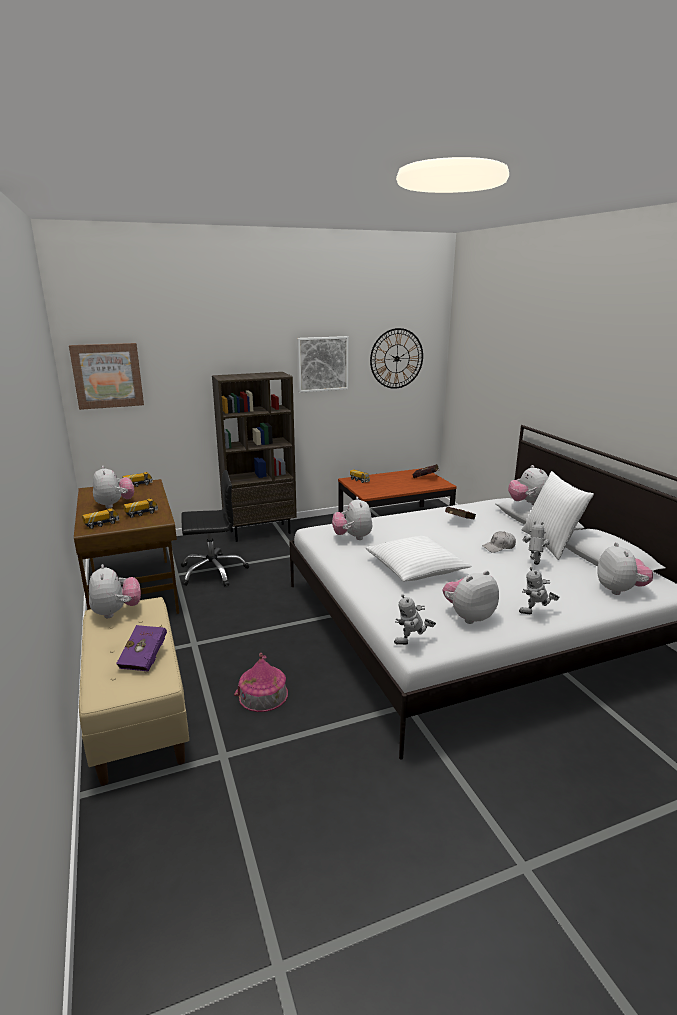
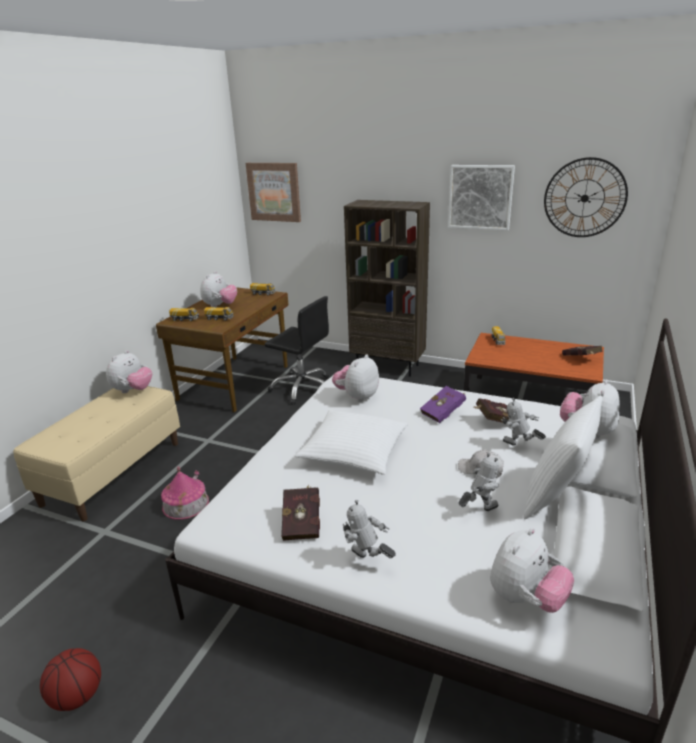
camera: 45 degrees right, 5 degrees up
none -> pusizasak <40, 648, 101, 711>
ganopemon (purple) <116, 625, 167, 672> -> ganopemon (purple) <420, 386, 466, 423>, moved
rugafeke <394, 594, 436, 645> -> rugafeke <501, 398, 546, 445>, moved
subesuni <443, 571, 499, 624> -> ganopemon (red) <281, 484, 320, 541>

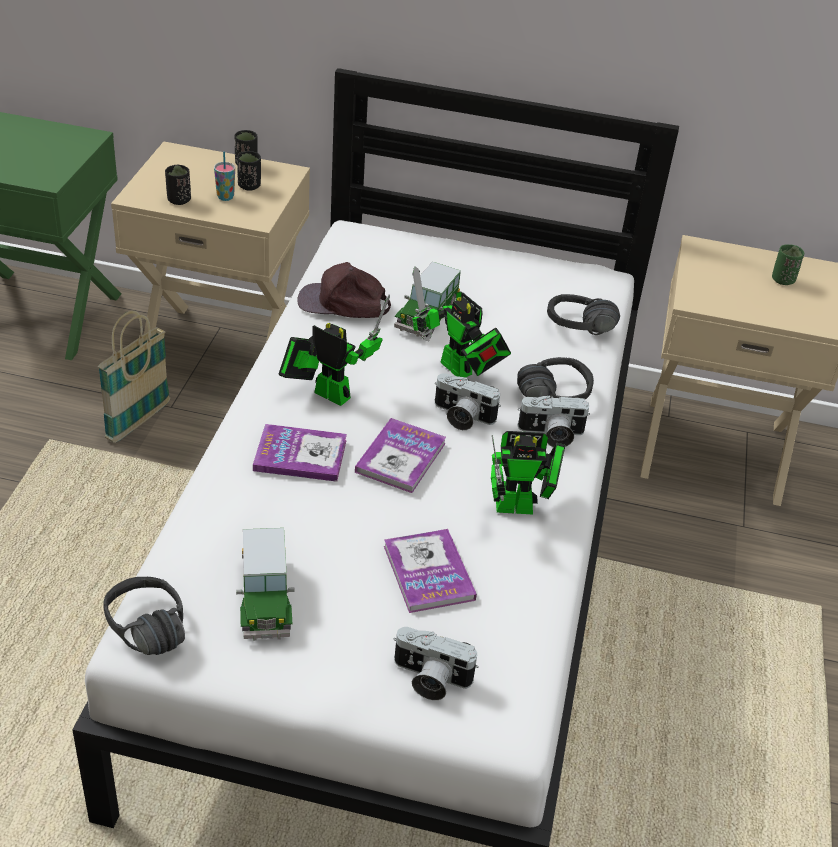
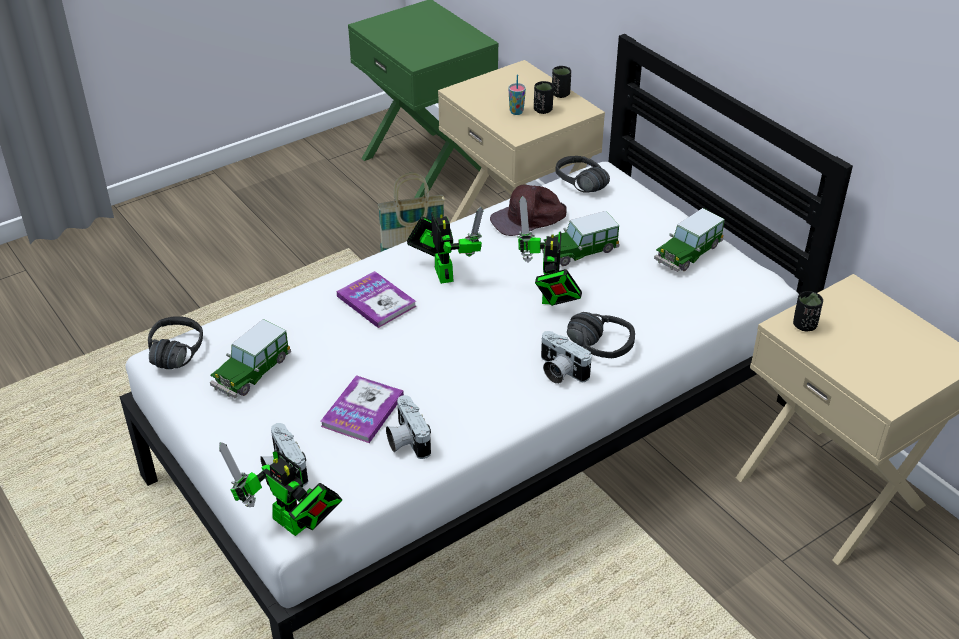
camera: 45 degrees right, 0 degrees up
ganopemon <355, 418, 446, 493> -> none
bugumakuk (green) <772, 244, 804, 285> -> none
none -> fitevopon <654, 208, 725, 272>
bugumakuk (black) <165, 165, 191, 205> -> bugumakuk (black) <793, 291, 823, 331>, moved
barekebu <435, 373, 501, 430> -> barekebu <386, 395, 431, 459>, moved
rugafeke <491, 431, 565, 514> -> rugafeke <219, 442, 342, 536>, moved
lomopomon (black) <547, 294, 620, 335> -> lomopomon (black) <555, 156, 610, 193>, moved
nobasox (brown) <297, 262, 391, 318> -> nobasox (brown) <490, 185, 567, 236>, 75 degrees counterclockwise

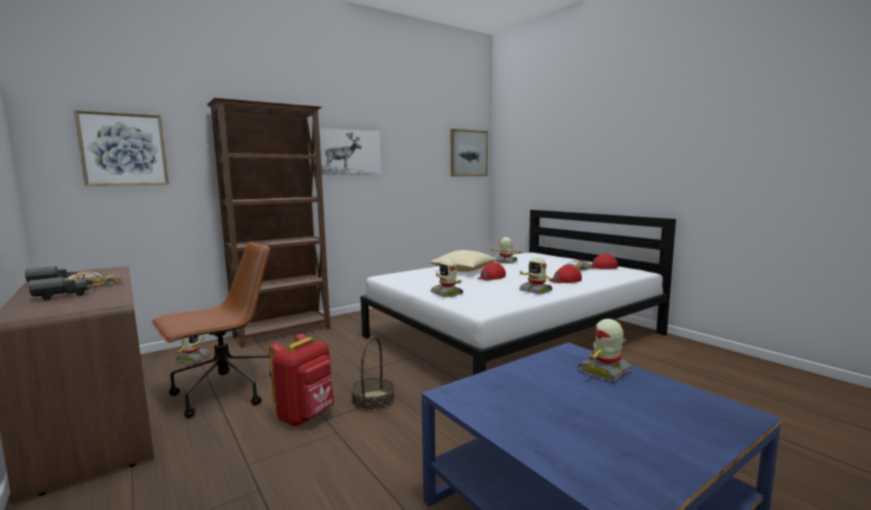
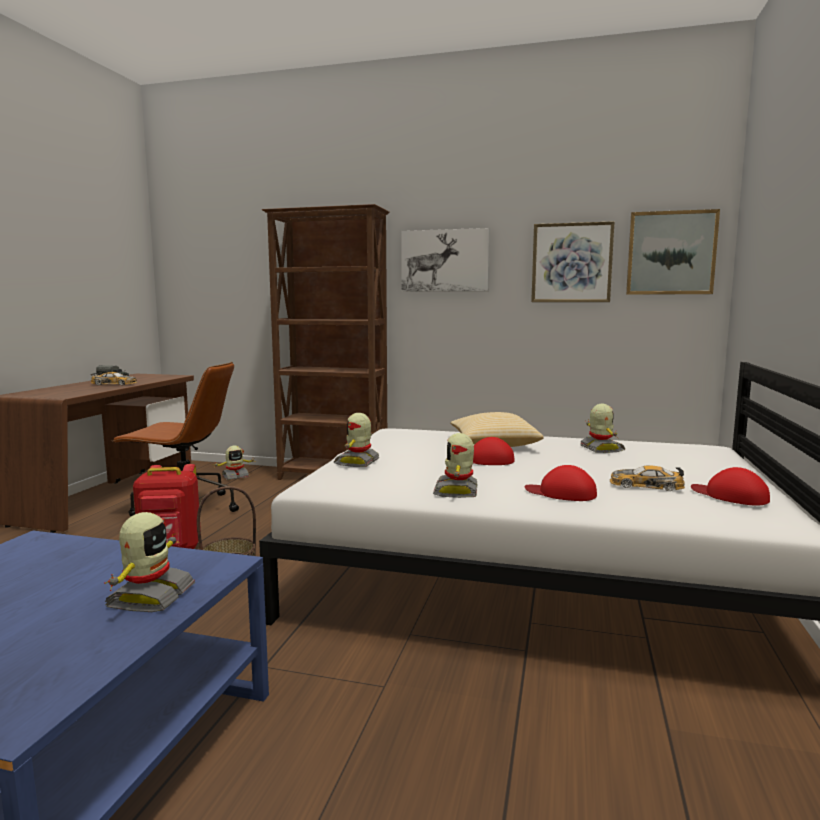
camera: 50 degrees right, 0 degrees up
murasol <29, 277, 89, 300> -> none
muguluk <74, 110, 169, 186> -> muguluk <531, 221, 614, 302>, moved
rugafeke <577, 319, 632, 382> -> rugafeke <104, 512, 195, 612>, 90 degrees clockwise

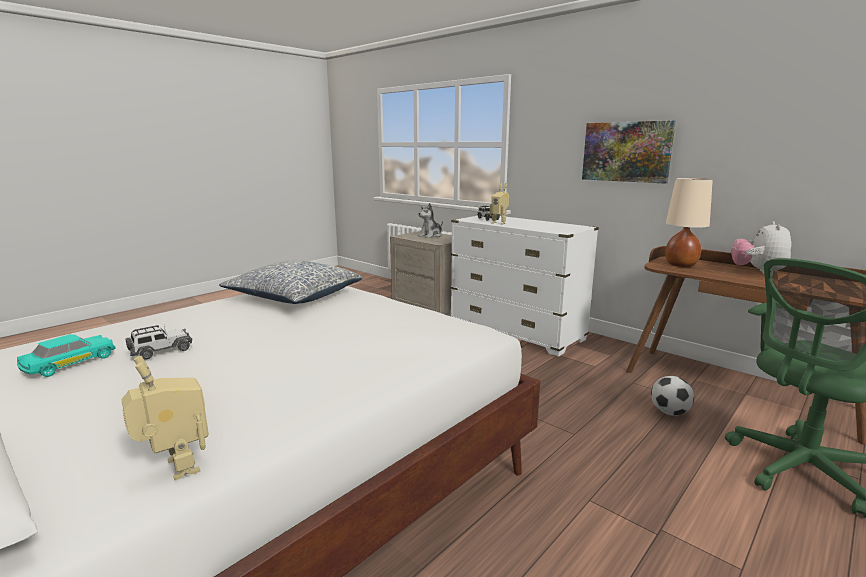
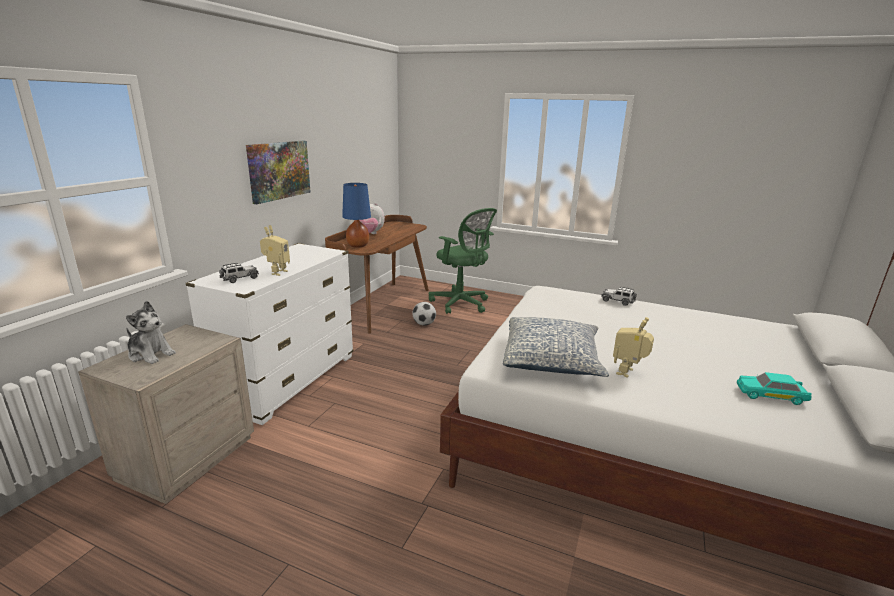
camera: 110 degrees left, 5 degrees up
rugafeke <121, 356, 209, 480> -> rugafeke <613, 317, 654, 378>, moved
fitevopon <126, 325, 192, 360> -> fitevopon <601, 287, 637, 306>, moved
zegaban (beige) <665, 178, 713, 267> -> zegaban (blue) <342, 183, 371, 248>

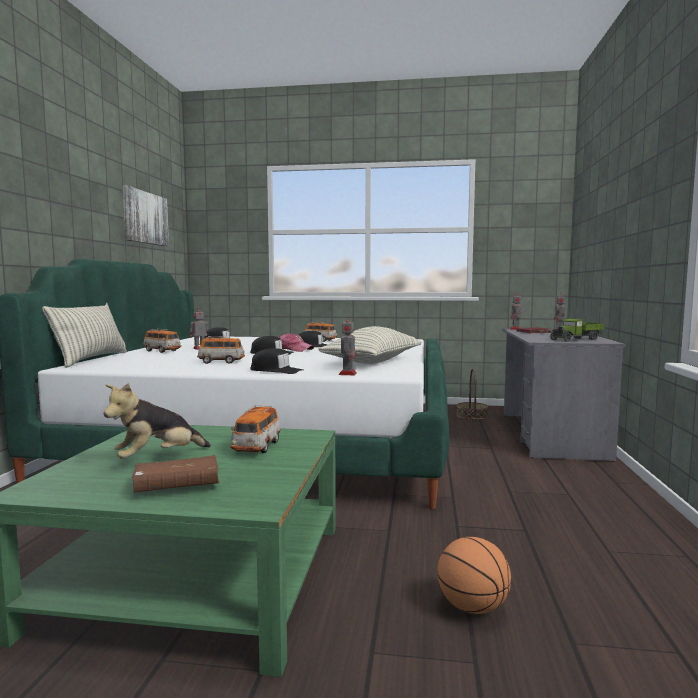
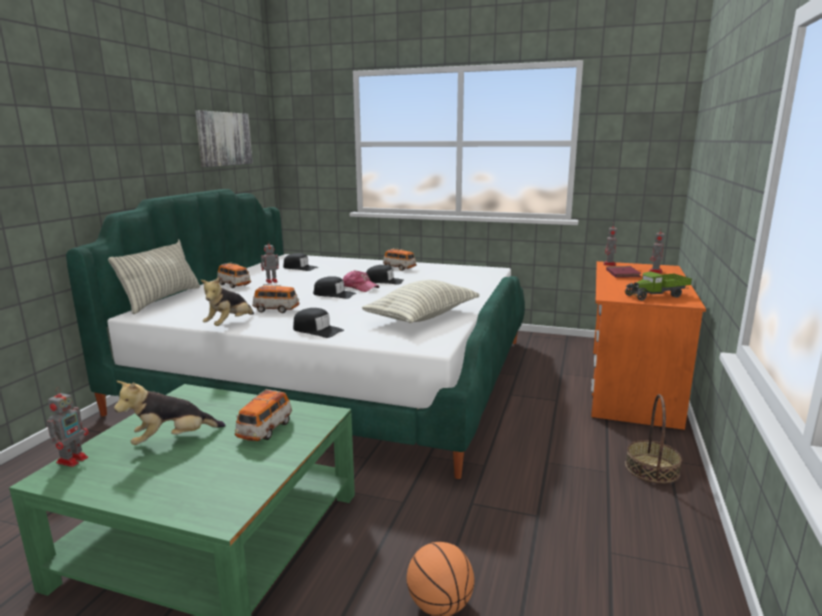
camera: 10 degrees right, 10 degrees up
ganopemon (brown) <132, 455, 219, 493> -> none
none -> subesuni <201, 277, 254, 326>
rugafeke <339, 316, 357, 375> -> rugafeke <47, 387, 89, 467>, moved
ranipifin <456, 368, 488, 420> -> ranipifin <625, 394, 682, 484>, moved
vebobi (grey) <502, 329, 626, 462> -> vebobi (orange) <591, 261, 706, 430>

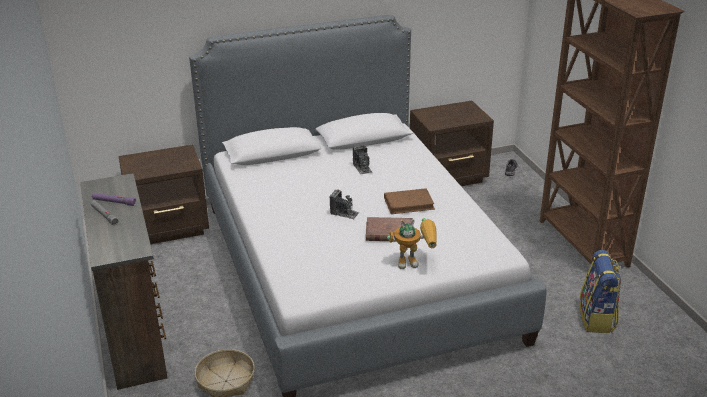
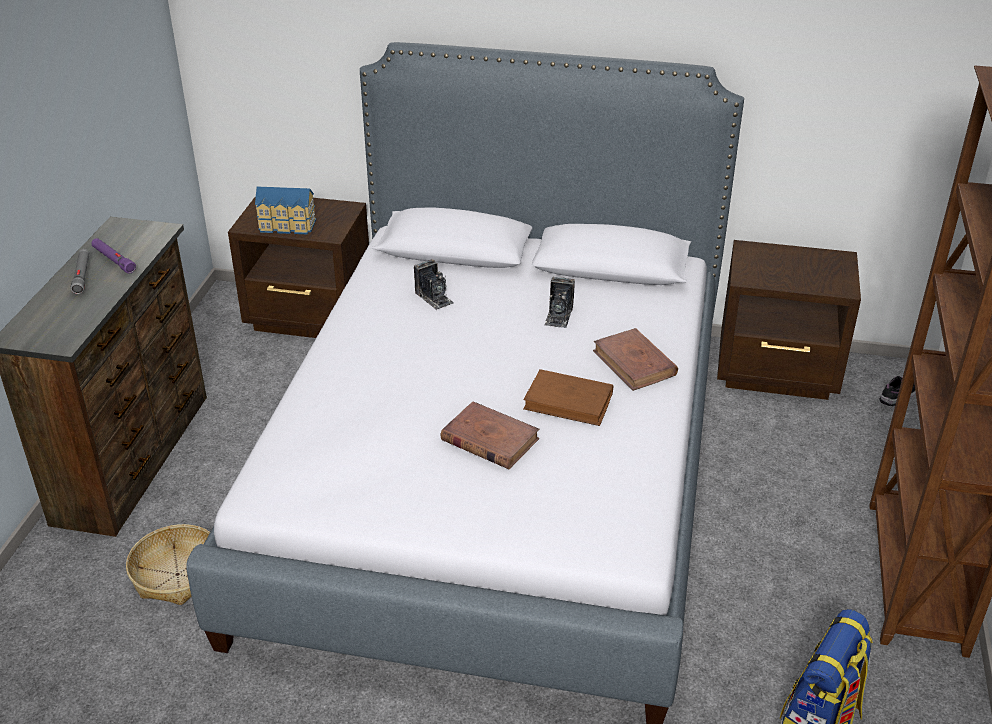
camera: 30 degrees right, 5 degrees up
rugafeke <387, 218, 437, 269> -> none
none -> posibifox <255, 187, 316, 234>
none -> ganopemon (brown) <593, 328, 678, 391>
barekebu <330, 189, 359, 219> -> barekebu <414, 259, 454, 310>, moved

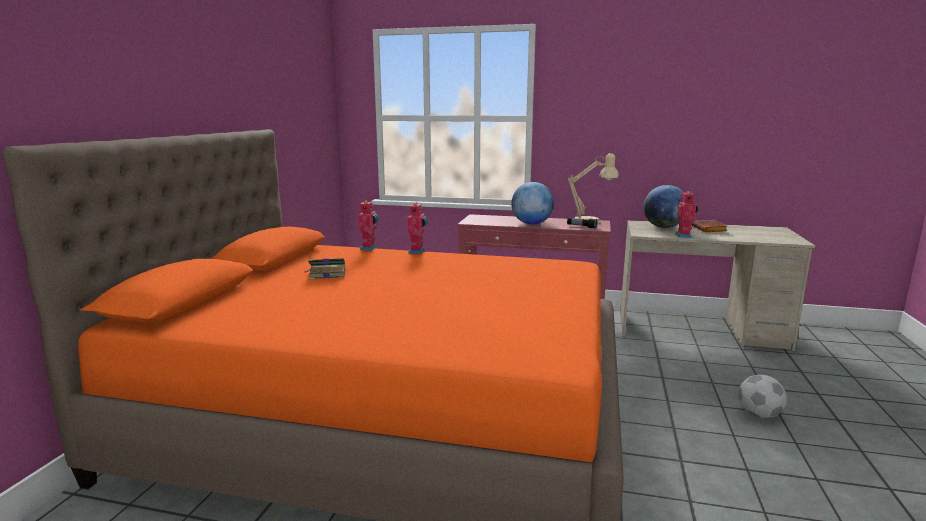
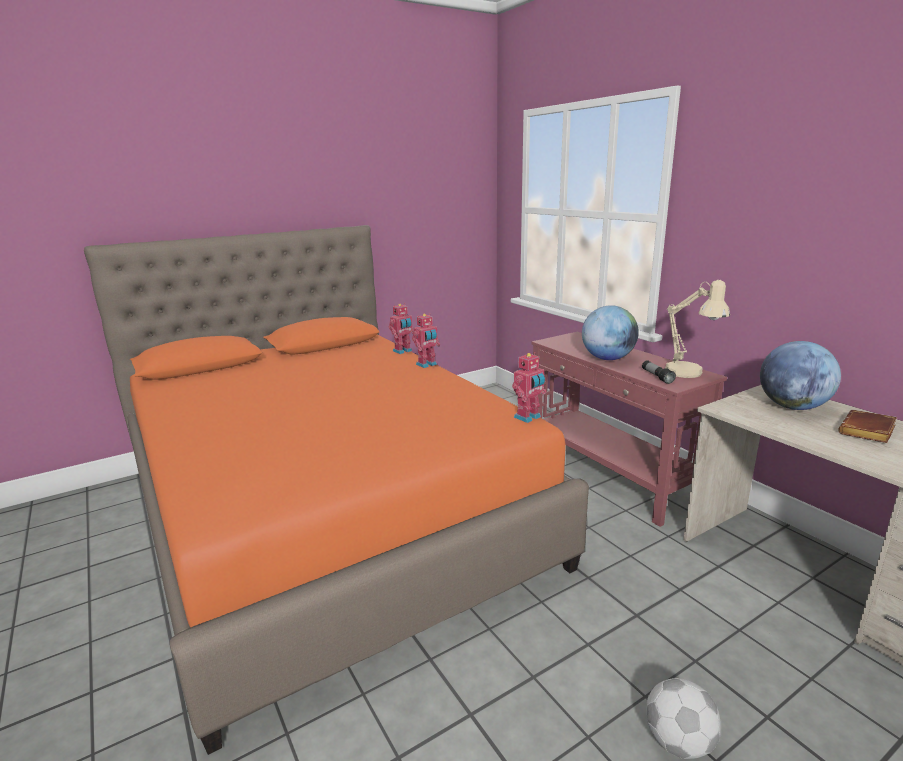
camera: 45 degrees right, 5 degrees up
ganopemon <306, 258, 345, 279> -> none
rugafeke <675, 191, 698, 238> -> rugafeke <512, 352, 546, 423>, moved

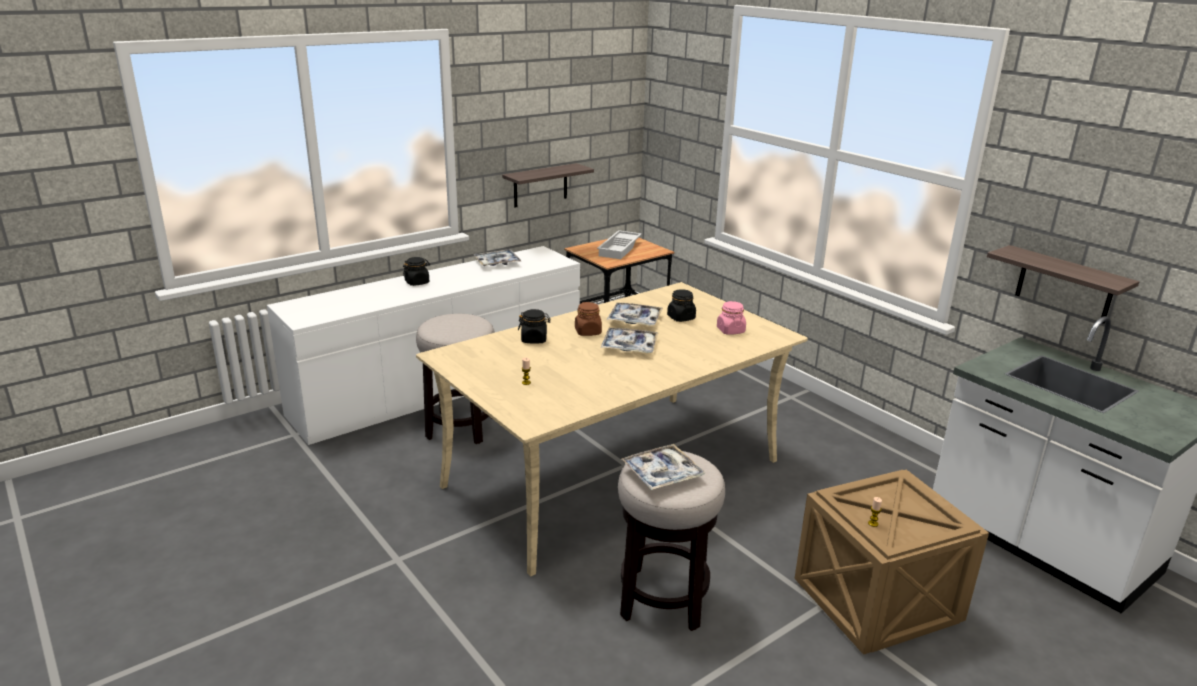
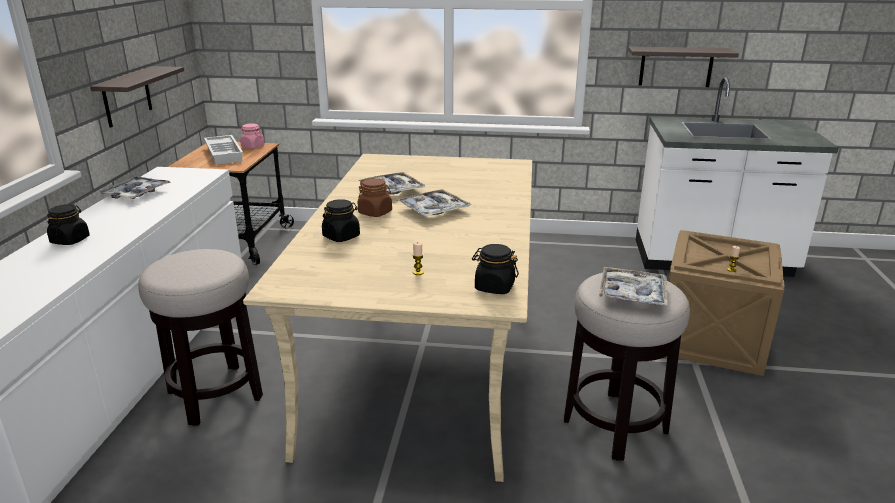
camera: 45 degrees left, 0 degrees up
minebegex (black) <667, 289, 696, 322> -> minebegex (black) <472, 244, 519, 294>, moved
minebegex (pink) <717, 301, 746, 335> -> minebegex (pink) <240, 123, 265, 149>, moved

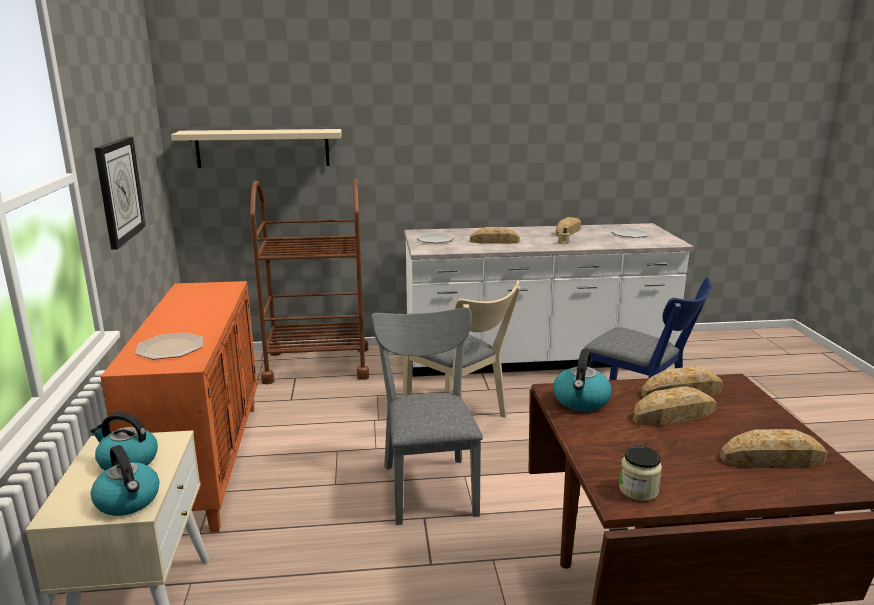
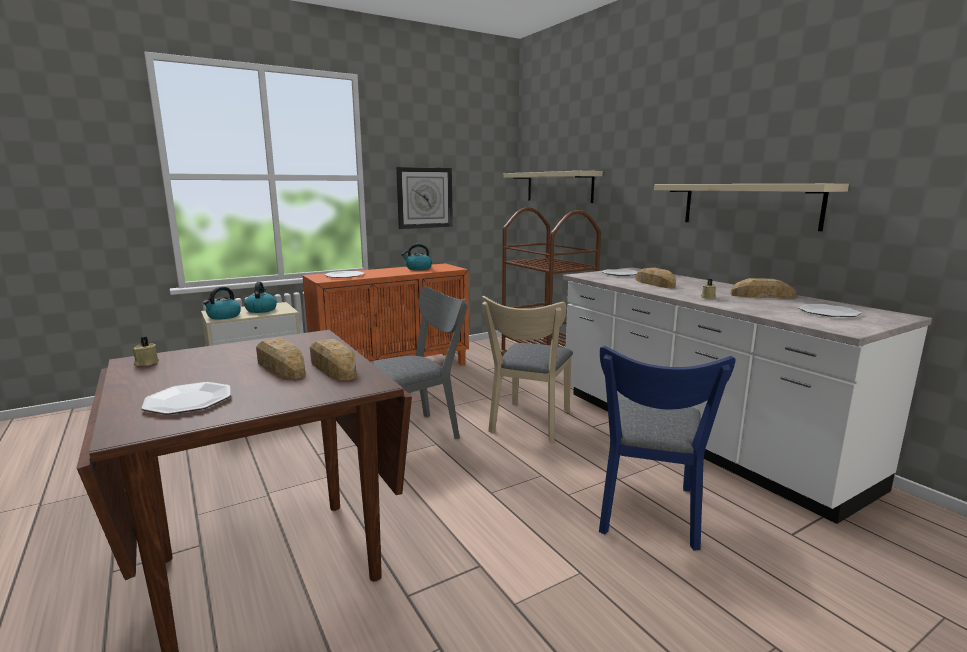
camera: 65 degrees right, 5 degrees down
none -> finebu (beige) <654, 184, 849, 231>
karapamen <553, 349, 612, 411> -> karapamen <401, 244, 432, 270>, moved
minebegex <619, 446, 662, 501> -> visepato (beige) <133, 337, 159, 366>
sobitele <720, 429, 827, 468> -> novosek <141, 382, 231, 415>

